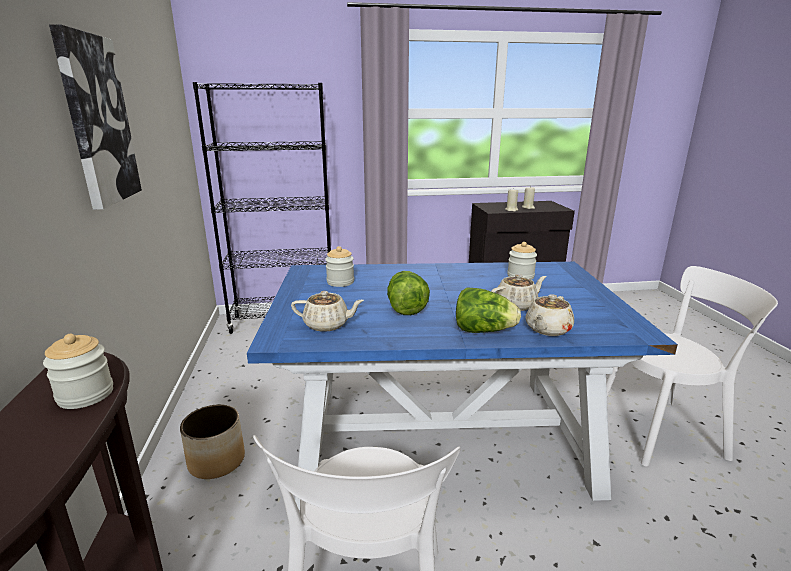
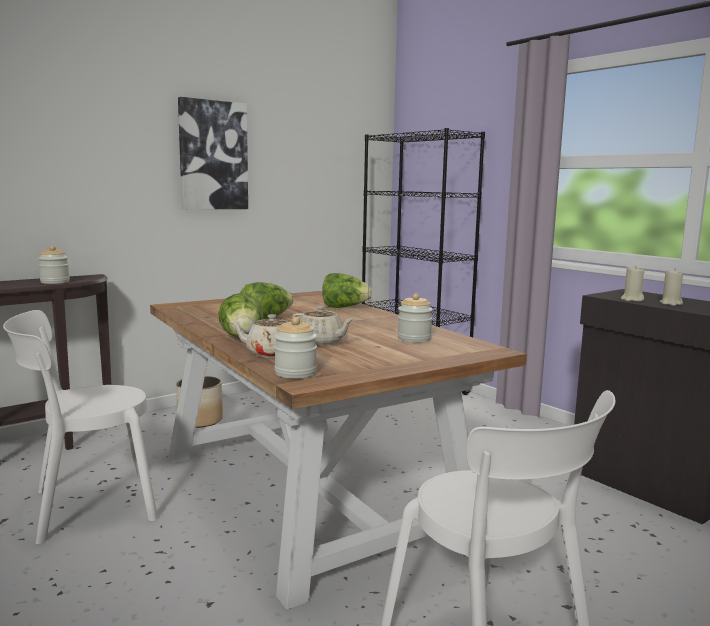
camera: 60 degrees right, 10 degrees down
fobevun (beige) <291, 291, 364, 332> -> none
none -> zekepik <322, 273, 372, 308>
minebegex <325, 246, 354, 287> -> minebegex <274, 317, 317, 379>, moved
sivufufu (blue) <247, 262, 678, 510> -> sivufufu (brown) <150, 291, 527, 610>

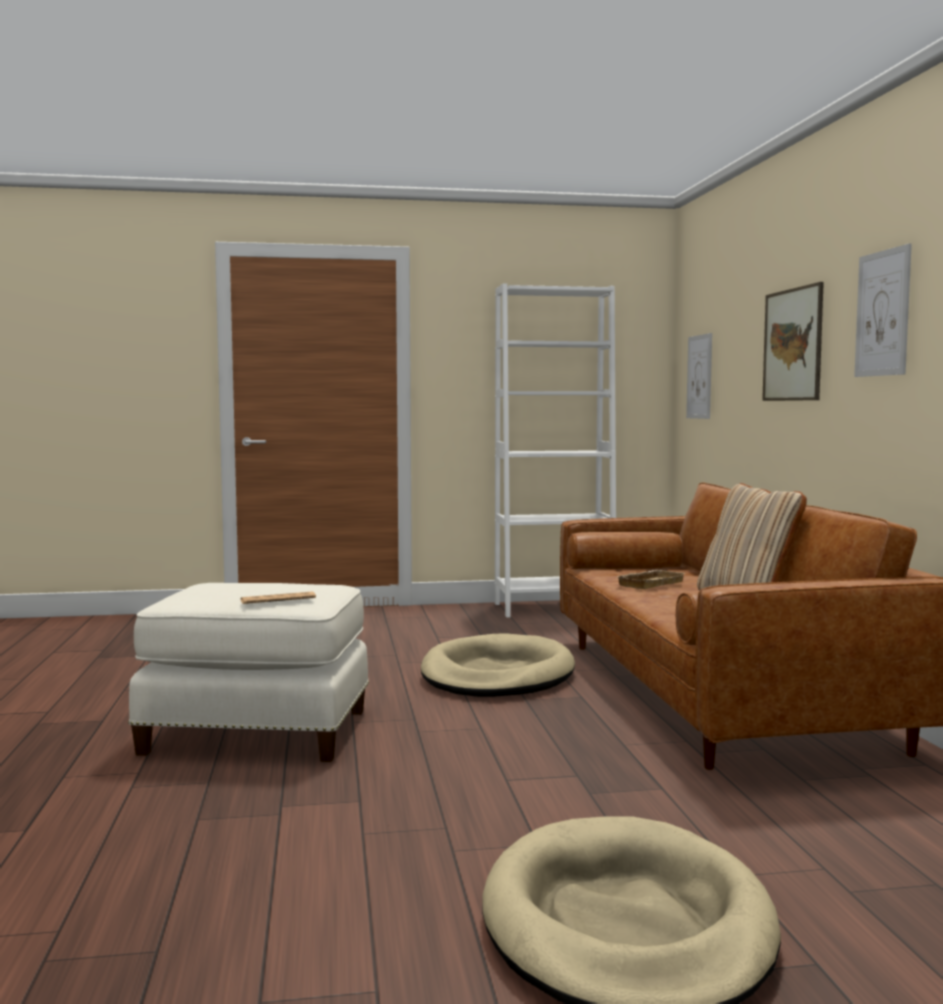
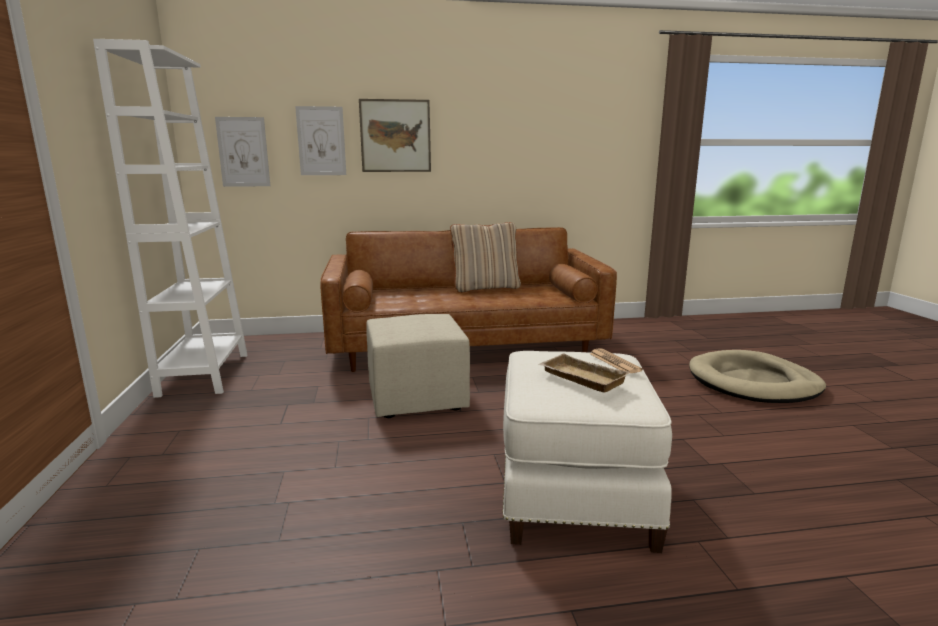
camera: 90 degrees left, 10 degrees up
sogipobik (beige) <616, 570, 685, 589> -> sogipobik (beige) <539, 354, 629, 393>, moved
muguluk <854, 243, 912, 377> -> muguluk <295, 106, 346, 175>, moved
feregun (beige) <421, 633, 575, 697> -> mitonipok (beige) <366, 314, 470, 418>

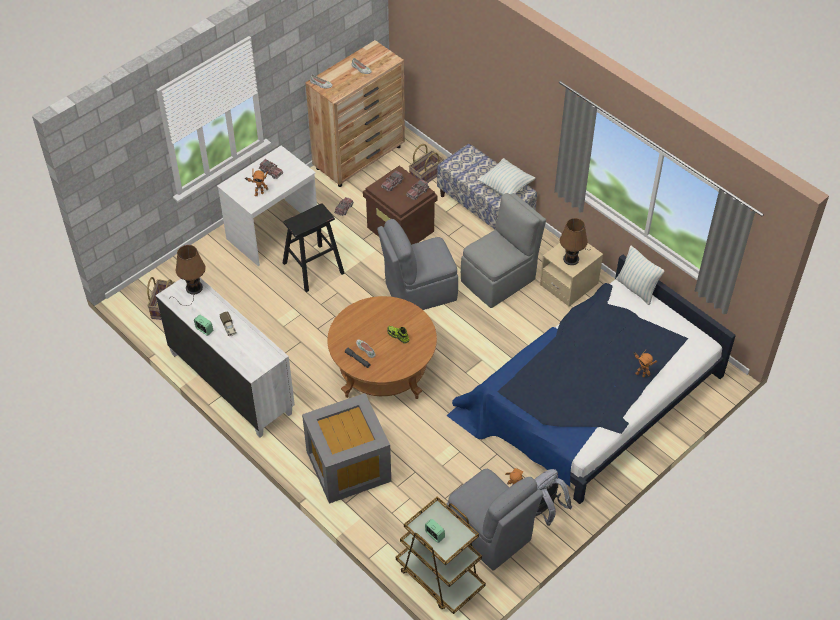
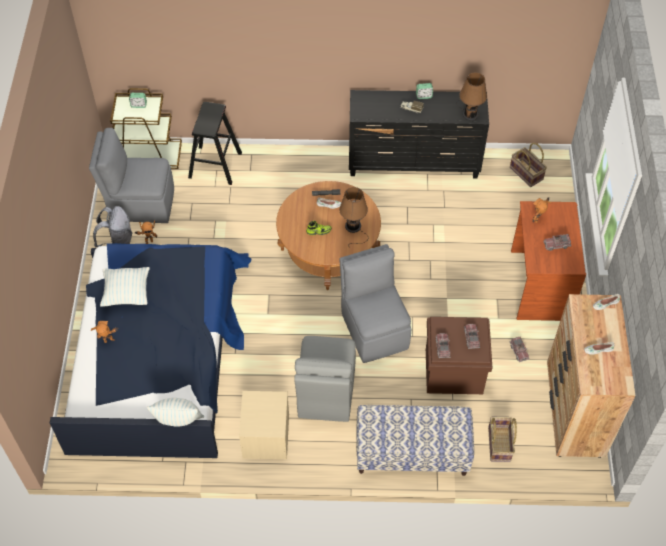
camera: 135 degrees right, 5 degrees up
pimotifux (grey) <302, 393, 391, 504> -> none
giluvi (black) <283, 203, 345, 292> -> giluvi (black) <188, 102, 242, 185>, moved
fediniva <478, 158, 535, 195> -> fediniva <100, 267, 150, 307>, moved
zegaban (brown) <560, 218, 591, 265> -> zegaban (brown) <339, 187, 369, 248>, moved
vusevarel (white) <156, 278, 295, 437> -> vusevarel (black) <349, 90, 489, 178>
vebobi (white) <217, 145, 317, 267> -> vebobi (brown) <511, 201, 586, 321>
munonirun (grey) <377, 219, 458, 310> -> munonirun (grey) <340, 244, 411, 363>, 45 degrees counterclockwise

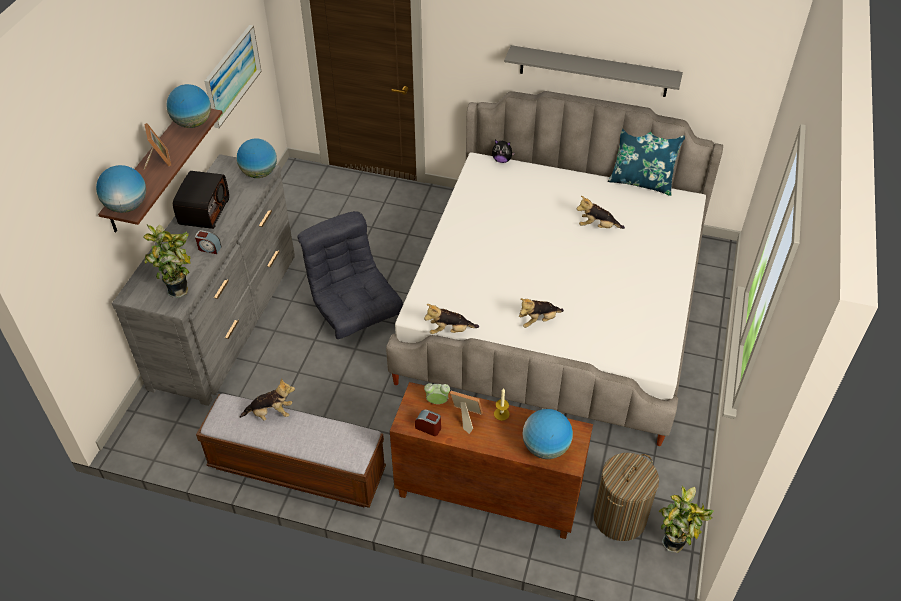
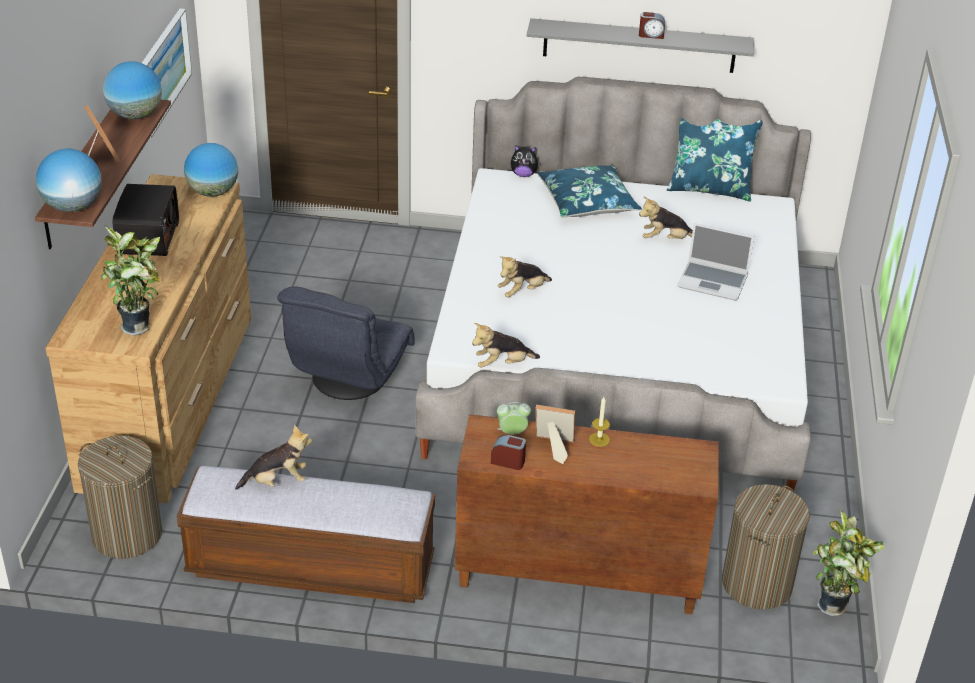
camera: 10 degrees left, 10 degrees down
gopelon <522, 409, 573, 459> -> none
none -> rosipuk <78, 436, 162, 559>
none -> fediniva (blue) <537, 165, 642, 218>
none -> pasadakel <677, 223, 754, 301>
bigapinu <195, 230, 222, 254> -> bigapinu <639, 12, 665, 39>, moved
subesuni <519, 298, 564, 328> -> subesuni <498, 256, 552, 298>, moved
vusevarel (grey) <112, 154, 295, 406> -> vusevarel (brown) <46, 174, 251, 503>
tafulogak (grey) <297, 211, 403, 339> -> tafulogak (grey) <277, 286, 415, 400>, 120 degrees counterclockwise

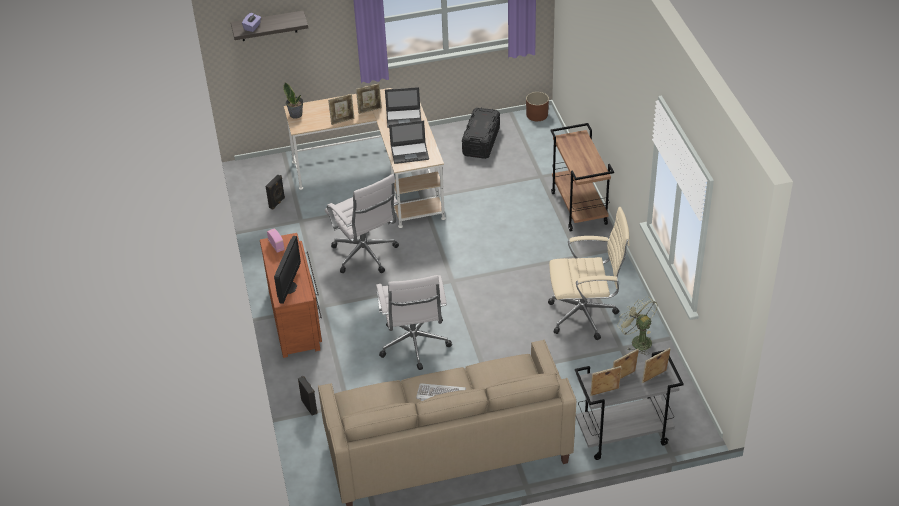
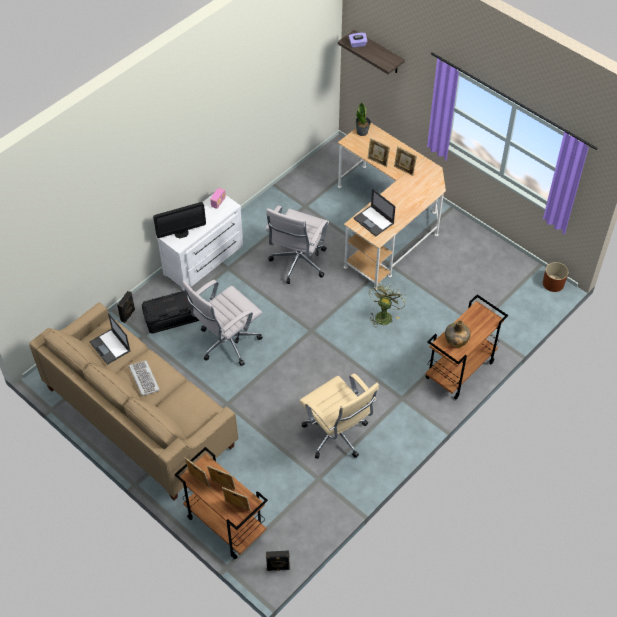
camera: 55 degrees right, 10 degrees up
none -> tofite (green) <445, 320, 471, 347>
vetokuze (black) <266, 174, 285, 210> -> vetokuze (black) <266, 550, 290, 571>, moved
pasadakel <385, 87, 421, 128> -> pasadakel <89, 313, 130, 365>, moved
pimotifux (black) <462, 107, 500, 159> -> pimotifux (black) <142, 291, 199, 334>, moved
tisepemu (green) <617, 296, 658, 354> -> tisepemu (green) <369, 282, 406, 326>, moved
vusevarel (brown) <260, 233, 322, 358> -> vusevarel (white) <157, 194, 243, 291>
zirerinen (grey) <575, 350, 684, 460> -> zirerinen (brown) <174, 447, 268, 559>

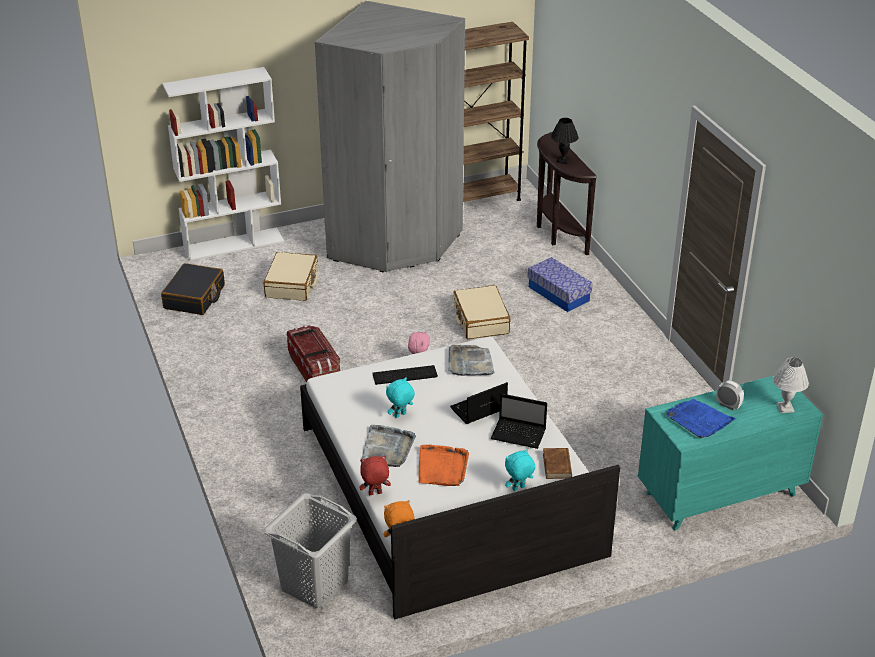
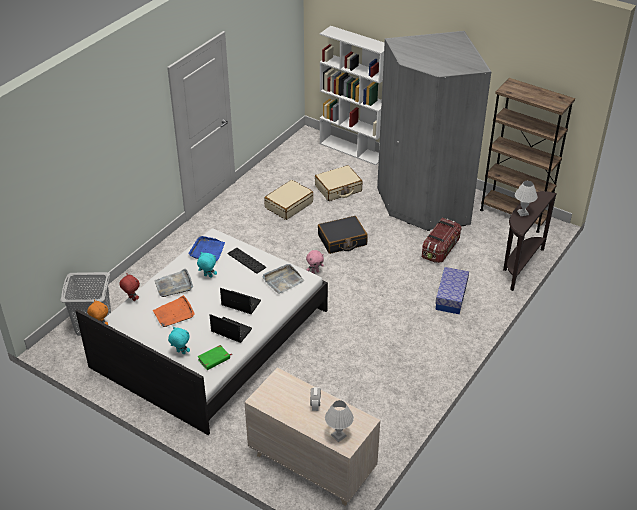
camera: 55 degrees right, 5 degrees up
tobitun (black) <161, 263, 225, 315> -> tobitun (black) <318, 216, 368, 254>, moved
pimotifux <287, 325, 340, 382> -> pimotifux <422, 218, 462, 263>, moved
tobitun (beige) <453, 285, 511, 339> -> tobitun (beige) <264, 180, 313, 220>, moved
sogipobik (blue) <666, 399, 736, 438> -> sogipobik (blue) <188, 236, 225, 261>, moved
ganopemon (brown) <543, 448, 572, 479> -> ganopemon (green) <197, 345, 232, 370>
zegaban (black) <551, 118, 579, 164> -> zegaban (white) <515, 181, 538, 216>
vusevarel (turquoise) <638, 376, 823, 531> -> vusevarel (beige) <244, 368, 380, 506>
pasadakel <491, 393, 547, 449> -> pasadakel <209, 314, 252, 343>, 135 degrees clockwise

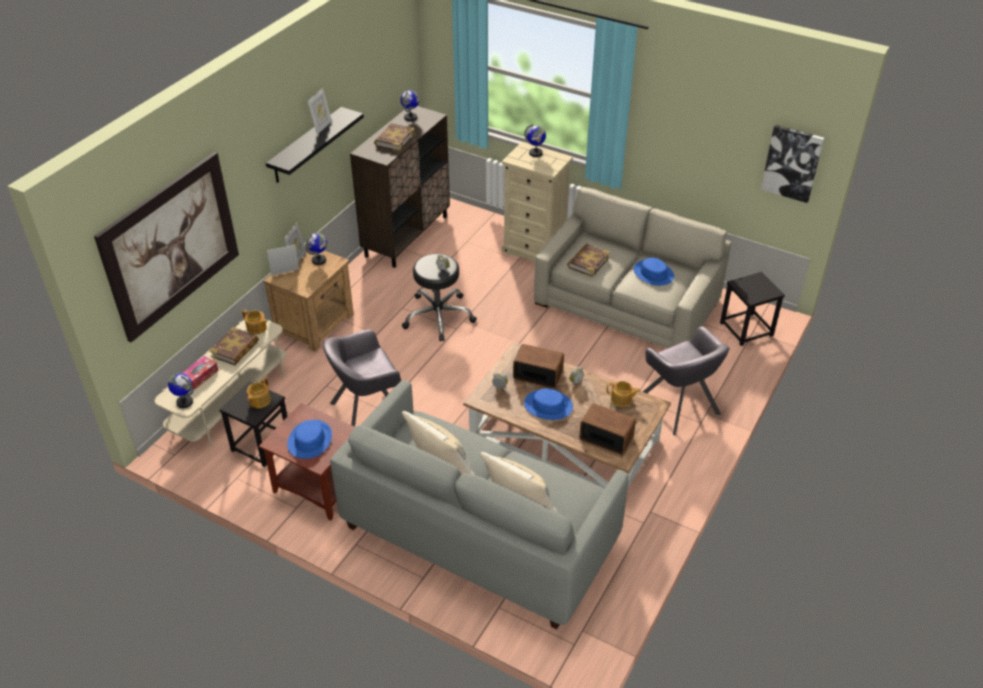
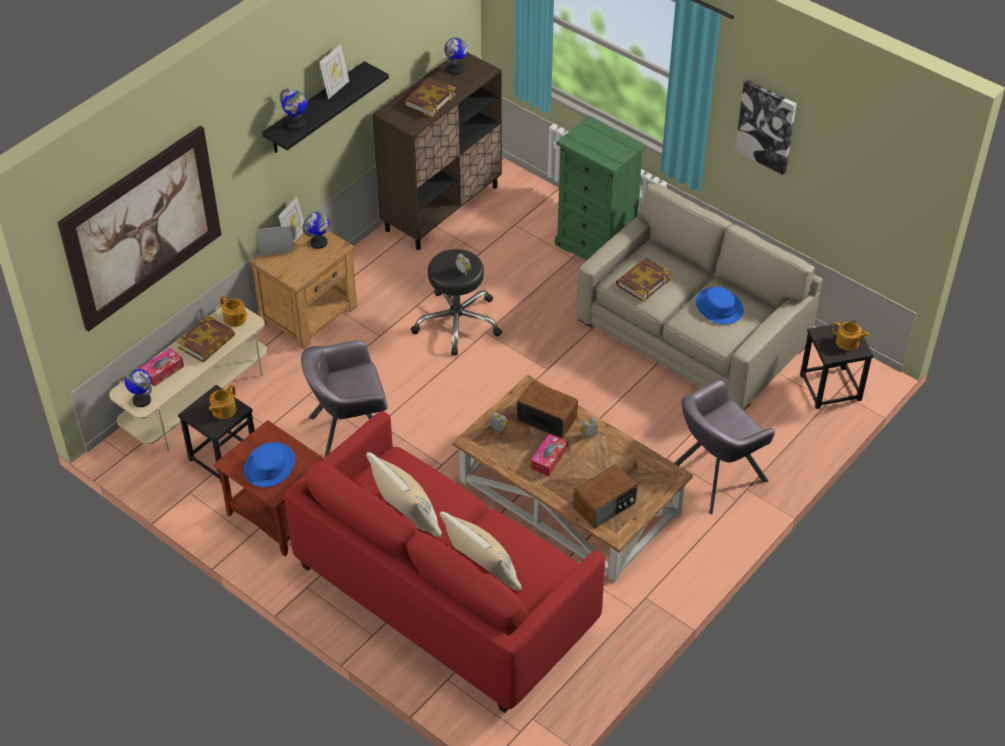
camera: 10 degrees right, 5 degrees up
gopelon <524, 124, 546, 157> -> gopelon <280, 88, 307, 130>, moved
fobevun <606, 381, 640, 407> -> fobevun <832, 321, 869, 351>, moved
muguluk <760, 125, 824, 203> -> muguluk <735, 80, 797, 175>, moved
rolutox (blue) <524, 388, 573, 420> -> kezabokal <531, 434, 568, 476>
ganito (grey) <330, 380, 628, 630> -> ganito (red) <284, 411, 605, 713>
vusevarel (beige) <502, 142, 573, 262> -> vusevarel (green) <555, 116, 646, 261>
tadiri <579, 403, 636, 455> -> tadiri <573, 465, 638, 528>, 105 degrees clockwise
tafulogak (grey) <643, 326, 730, 435> -> tafulogak (grey) <674, 380, 775, 514>, 75 degrees clockwise

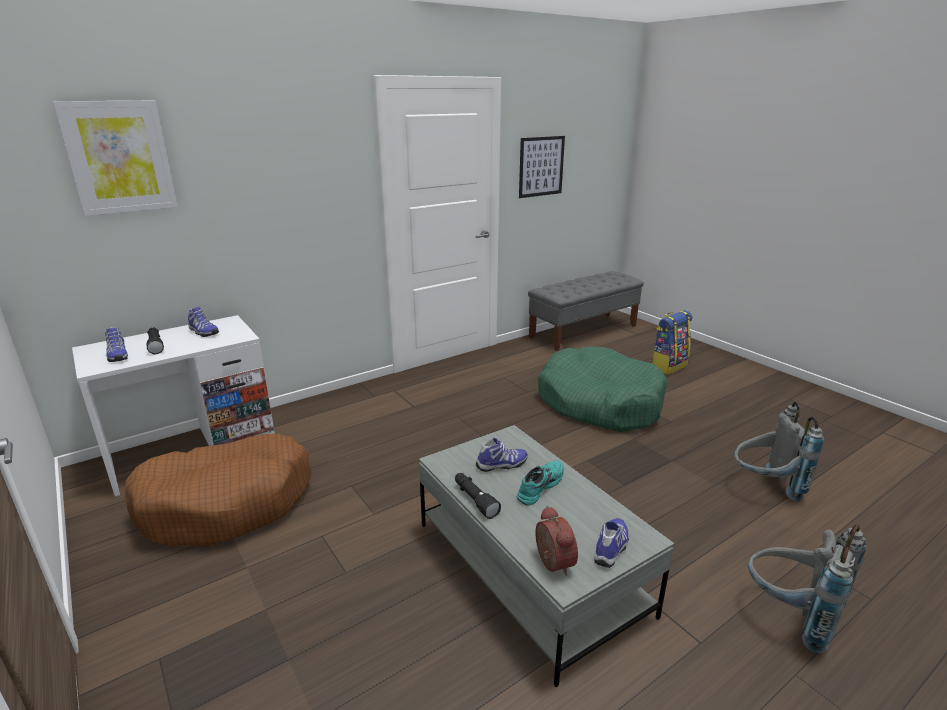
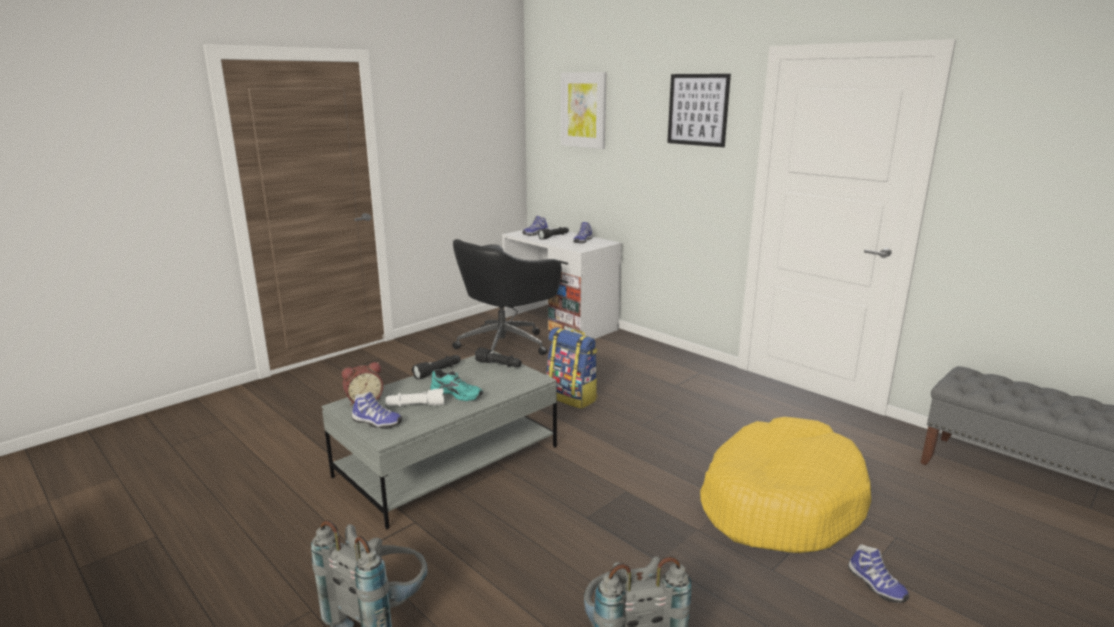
camera: 80 degrees right, 5 degrees down
none -> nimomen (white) <385, 388, 444, 407>
none -> nimomen (black) <475, 347, 522, 367>
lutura <476, 438, 527, 472> -> lutura <848, 545, 909, 603>, moved
muguluk <519, 136, 565, 198> -> muguluk <667, 74, 731, 147>, moved
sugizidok <649, 310, 692, 375> -> sugizidok <546, 327, 598, 409>, moved
feregun (brown) <124, 434, 312, 547> -> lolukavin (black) <452, 239, 562, 355>
feregun (green) <538, 347, 668, 432> -> feregun (yellow) <700, 417, 871, 553>

